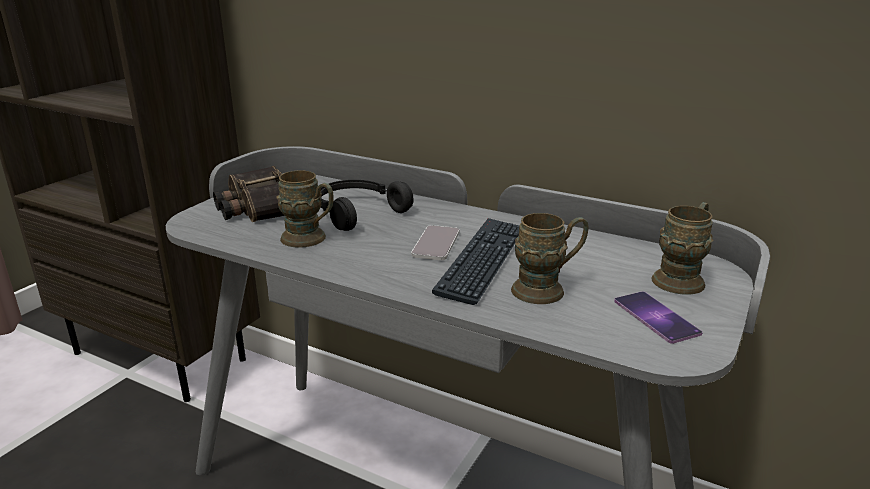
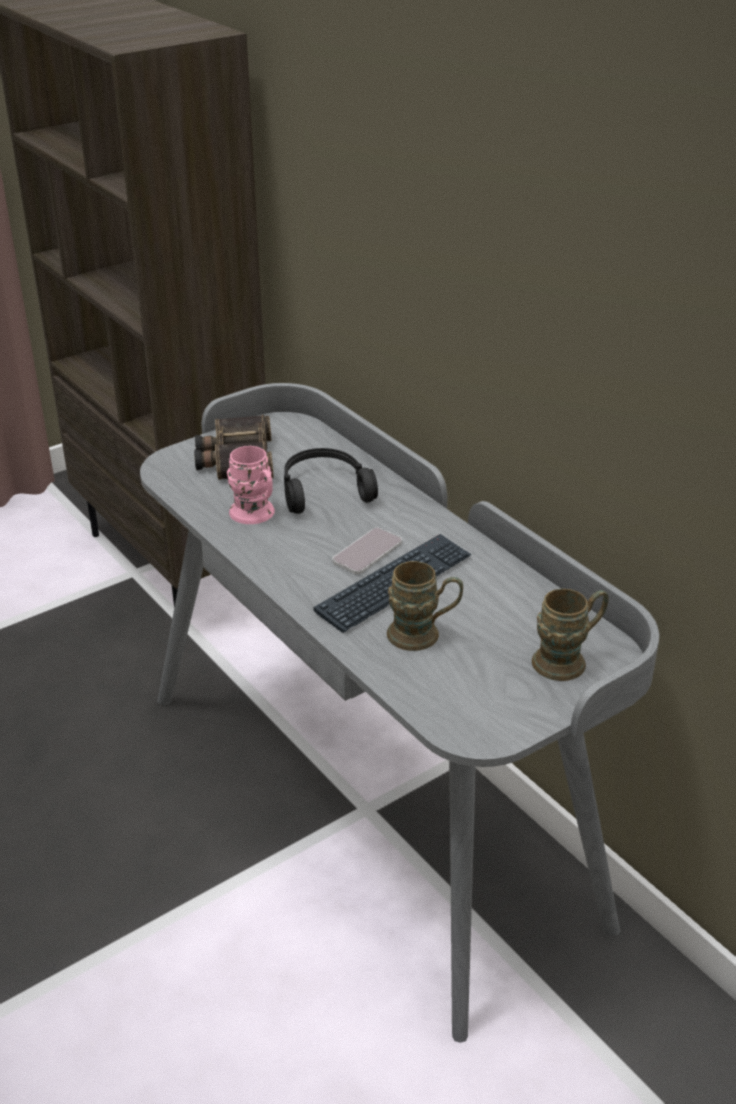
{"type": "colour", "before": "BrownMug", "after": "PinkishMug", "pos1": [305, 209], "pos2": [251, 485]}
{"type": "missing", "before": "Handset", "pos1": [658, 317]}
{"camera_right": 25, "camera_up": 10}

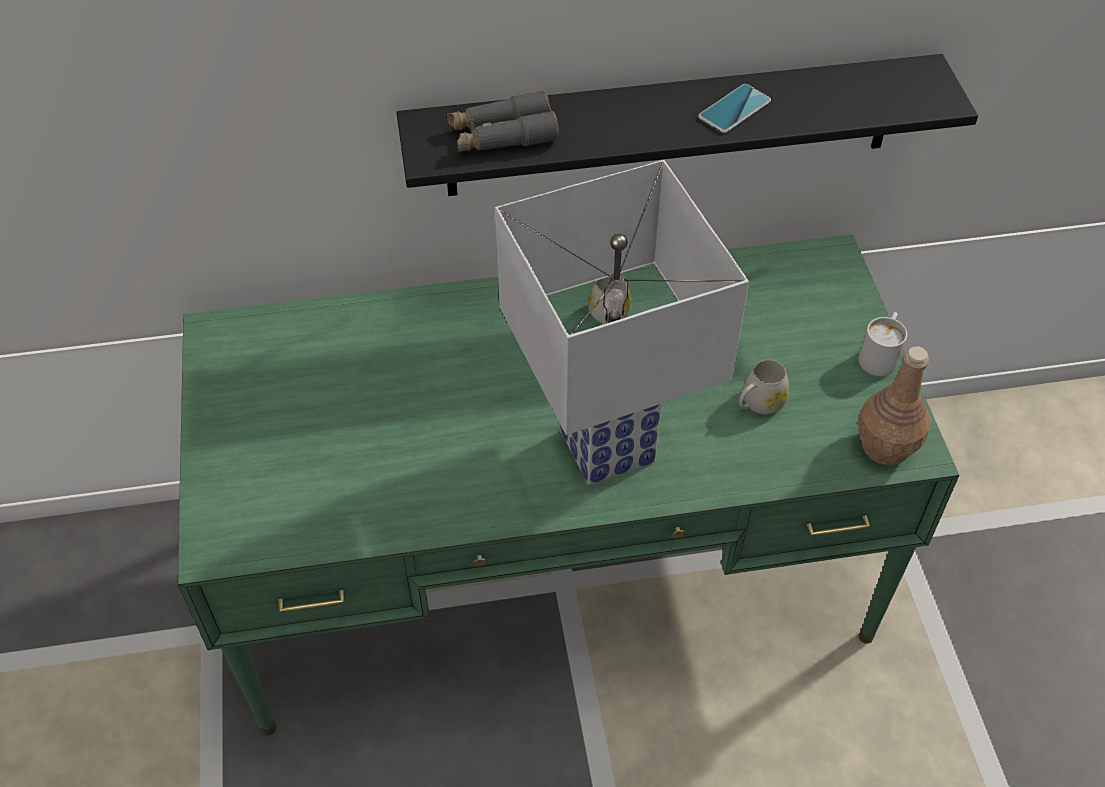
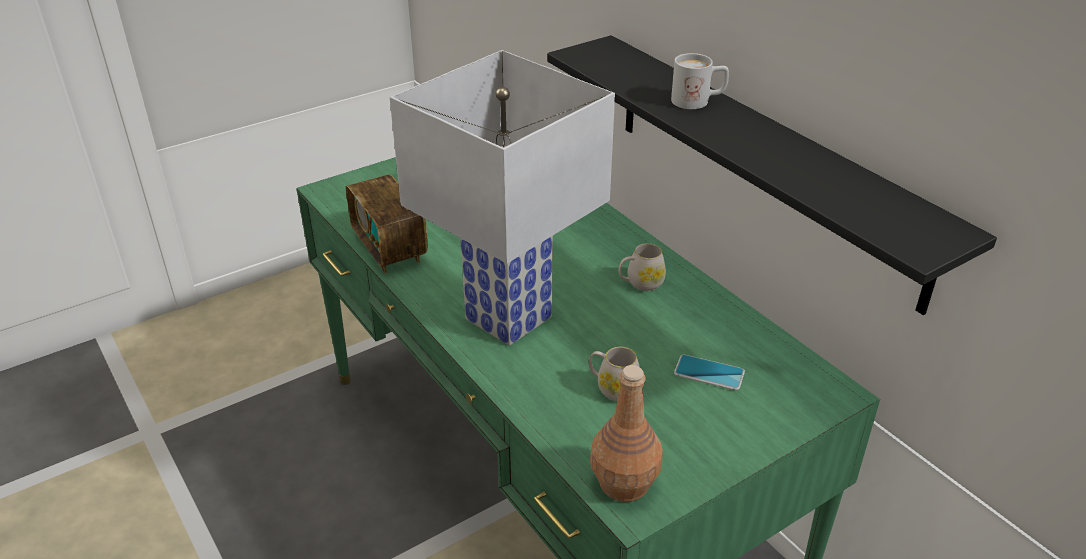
{"type": "missing", "before": "GreyishFieldGlasses", "pos1": [503, 121]}
{"type": "relocated", "before": "Handset", "pos1": [734, 108], "pos2": [709, 372]}
{"type": "relocated", "before": "WhitishMug", "pos1": [883, 344], "pos2": [700, 81]}
{"type": "appeared", "after": "RadioReceiver", "pos2": [387, 224]}
{"camera_right": 65, "camera_up": -15}

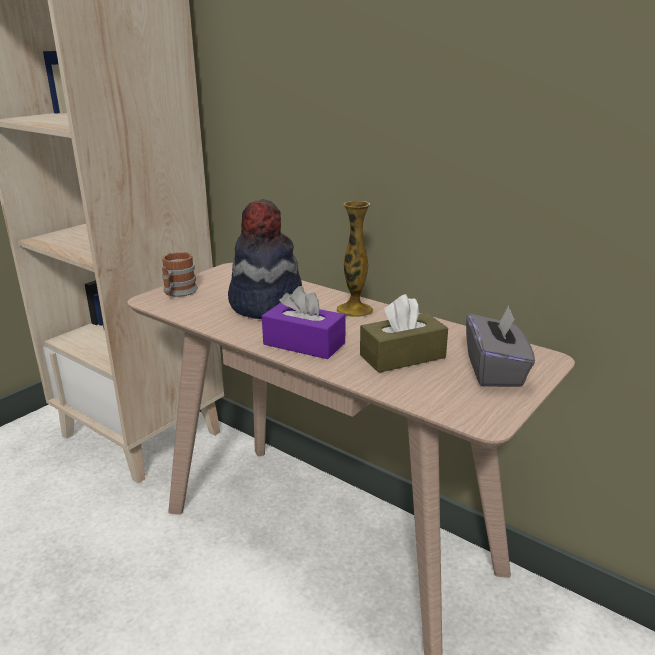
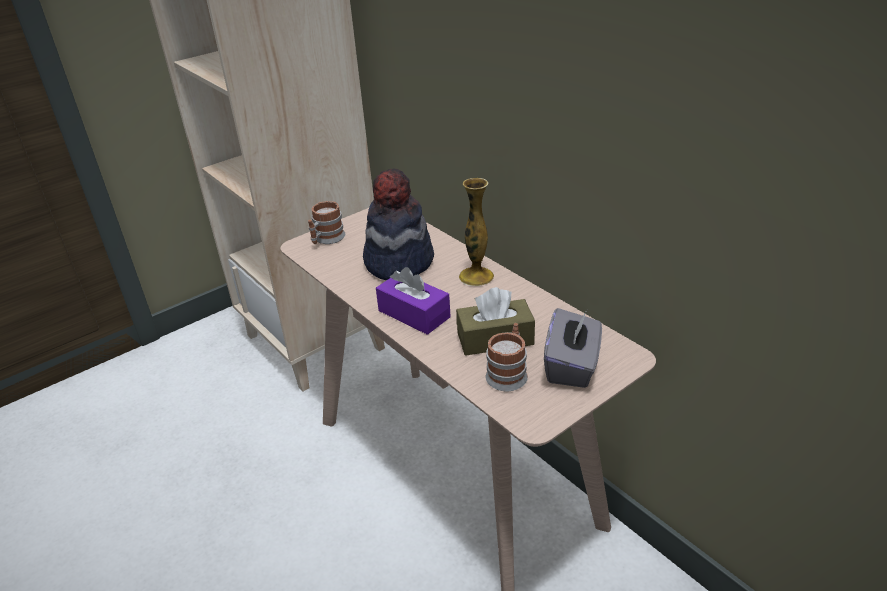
{"type": "appeared", "after": "Mug", "pos2": [507, 357]}
{"camera_right": 15, "camera_up": 10}

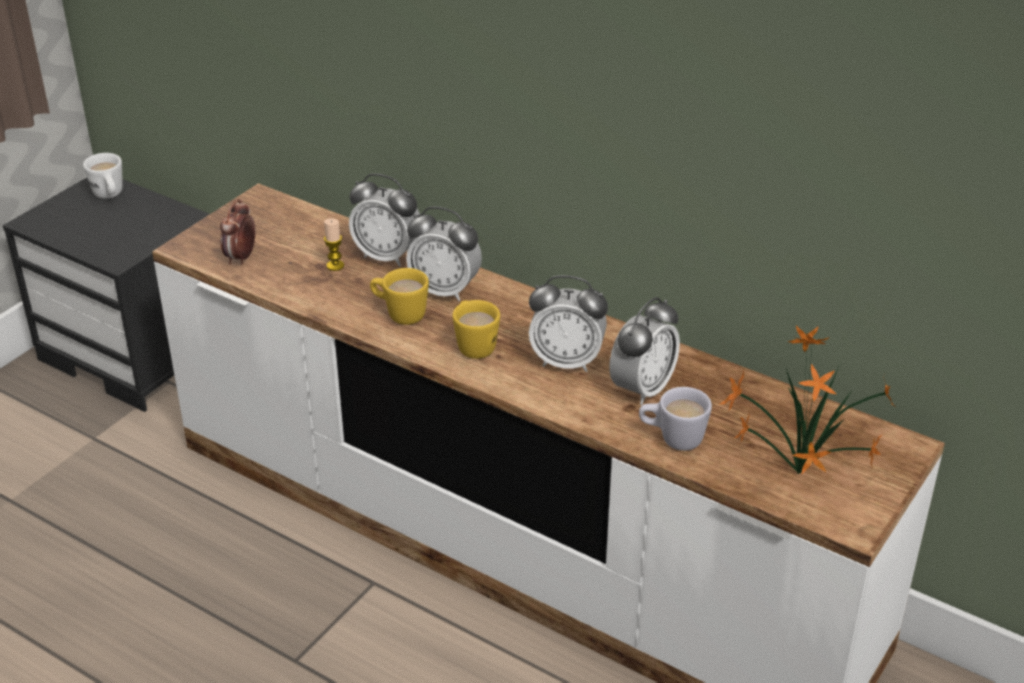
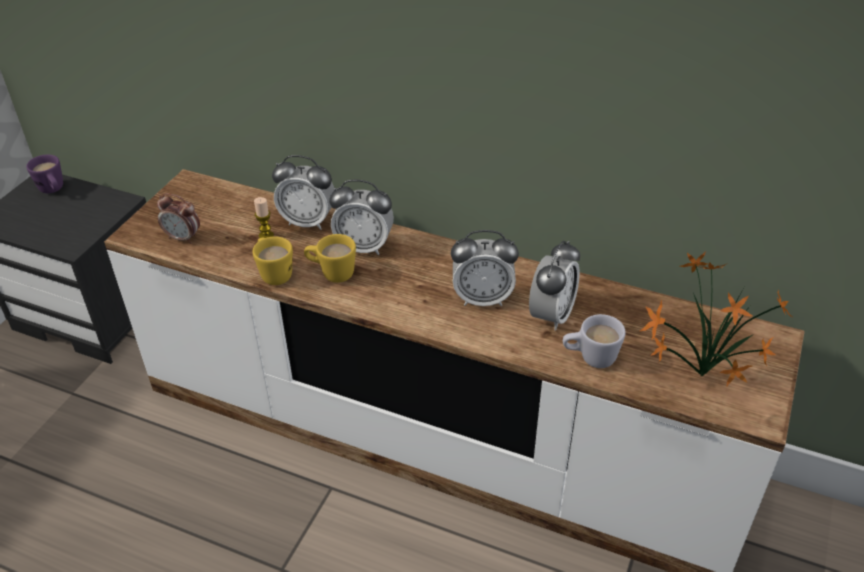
{"type": "colour", "before": "WhitishMug", "after": "PurplishMug", "pos1": [103, 176], "pos2": [44, 174]}
{"type": "spun", "before": "AlarmClock", "pos1": [238, 231], "pos2": [178, 218], "turn": -75}
{"type": "relocated", "before": "YellowColouredMug", "pos1": [476, 329], "pos2": [273, 260]}
{"camera_right": -10, "camera_up": 5}

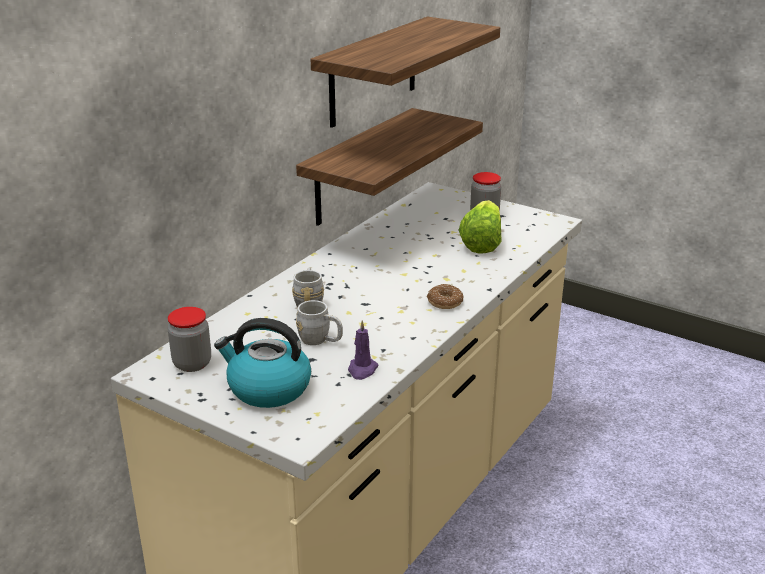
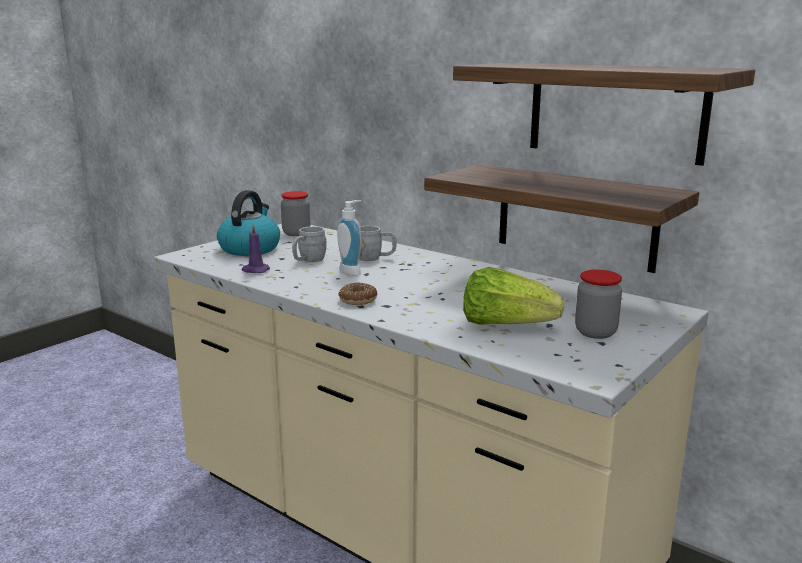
{"type": "appeared", "after": "SoapBottle", "pos2": [349, 238]}
{"camera_right": 95, "camera_up": -10}

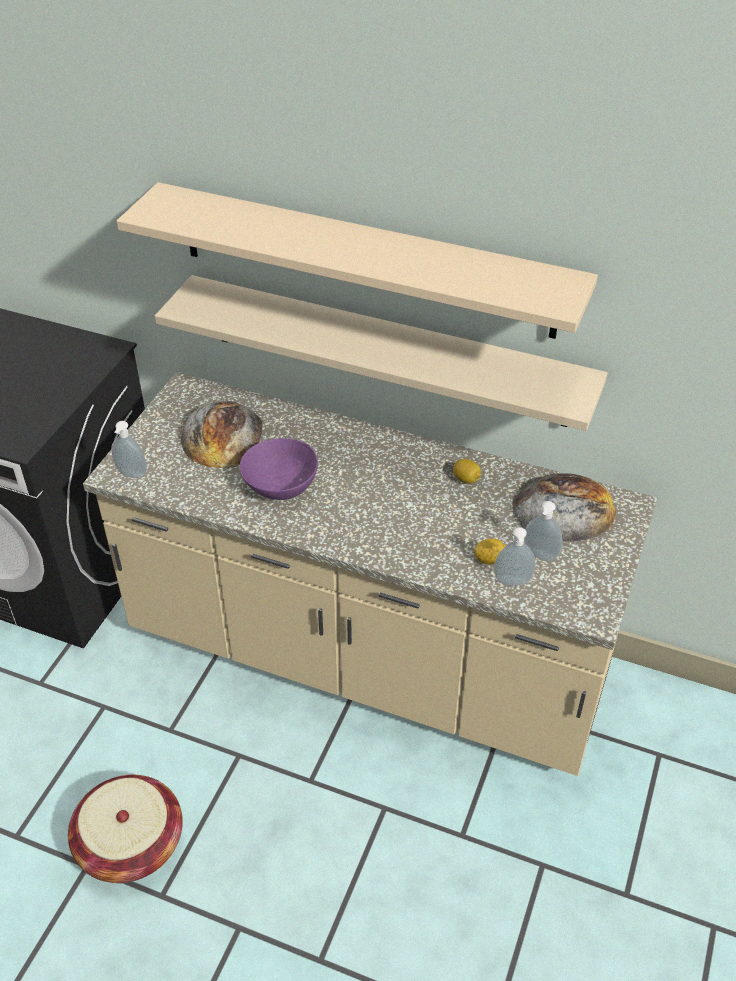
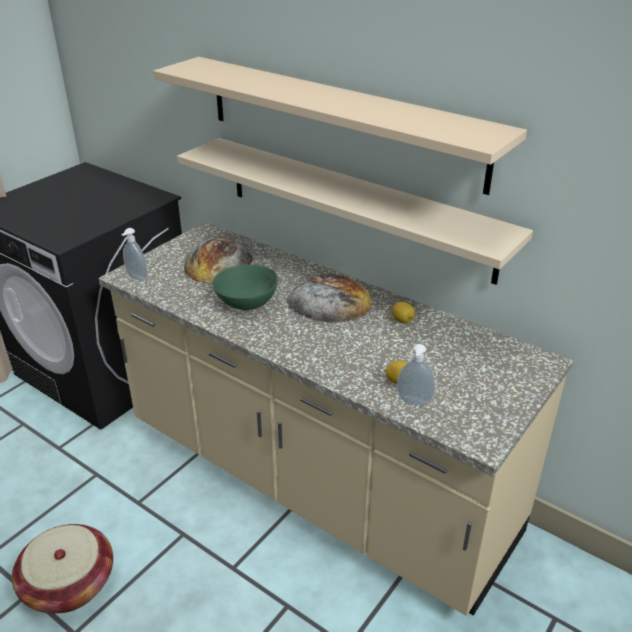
{"type": "colour", "before": "PurplishServingBowl", "after": "GreenColouredServingBowl", "pos1": [279, 469], "pos2": [245, 287]}
{"type": "relocated", "before": "BakeryBread", "pos1": [564, 507], "pos2": [330, 298]}
{"type": "missing", "before": "SoapBottle", "pos1": [543, 531]}
{"camera_right": 15, "camera_up": -10}

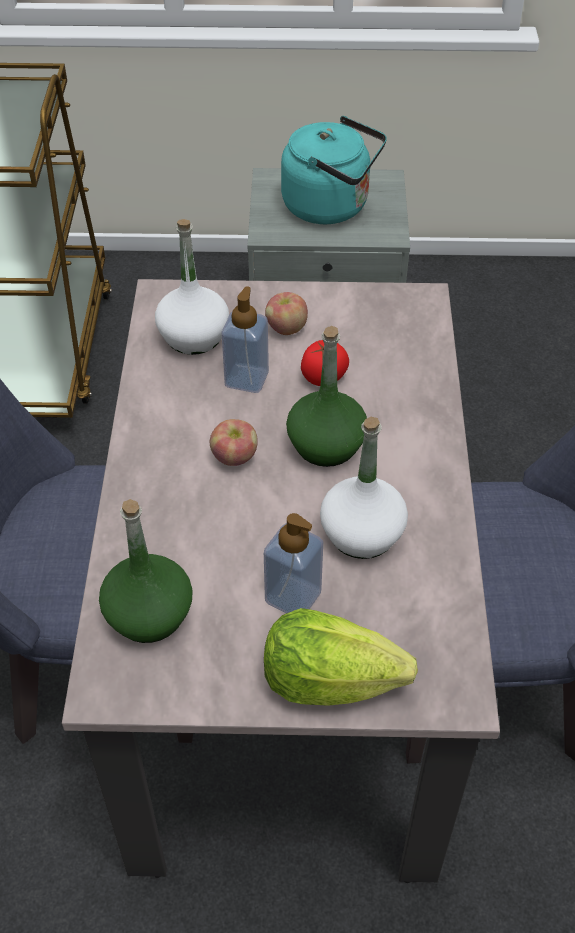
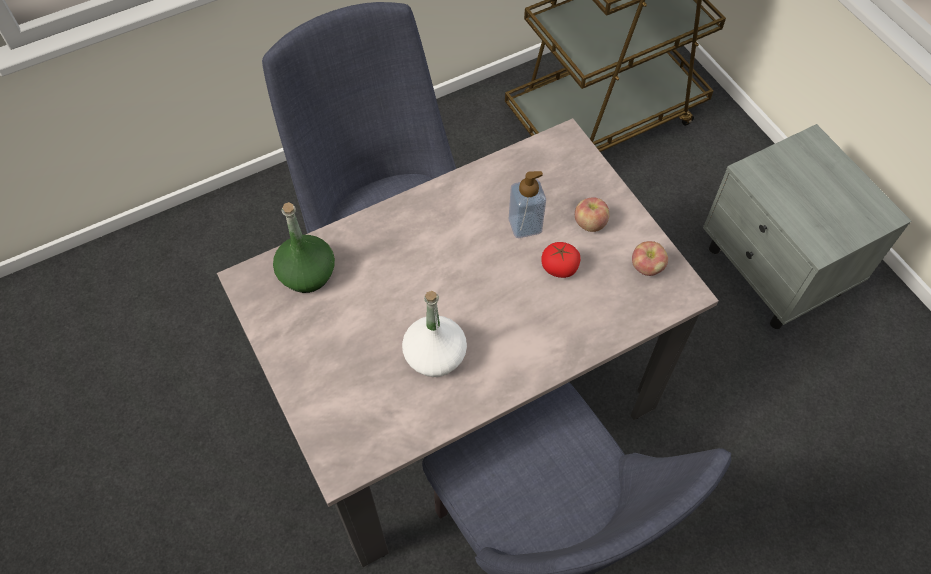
{"type": "missing", "before": "WhitishDrinkBottle", "pos1": [192, 287]}
{"type": "relocated", "before": "WholeApple", "pos1": [234, 442], "pos2": [650, 258]}
{"type": "missing", "before": "SoapBottle", "pos1": [293, 563]}
{"type": "missing", "before": "HeadOfLettuce", "pos1": [341, 657]}
{"type": "missing", "before": "TurquoiseColouredWaterKettle", "pos1": [334, 170]}
{"type": "missing", "before": "GreenColouredDrinkBottle", "pos1": [326, 396]}
{"camera_right": 60, "camera_up": 10}

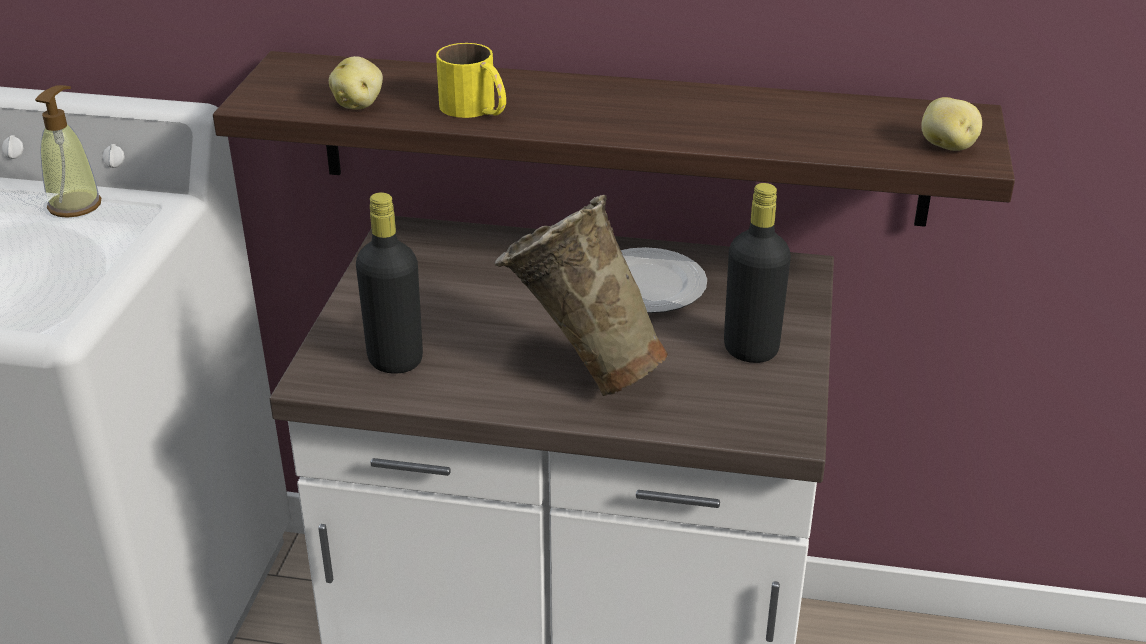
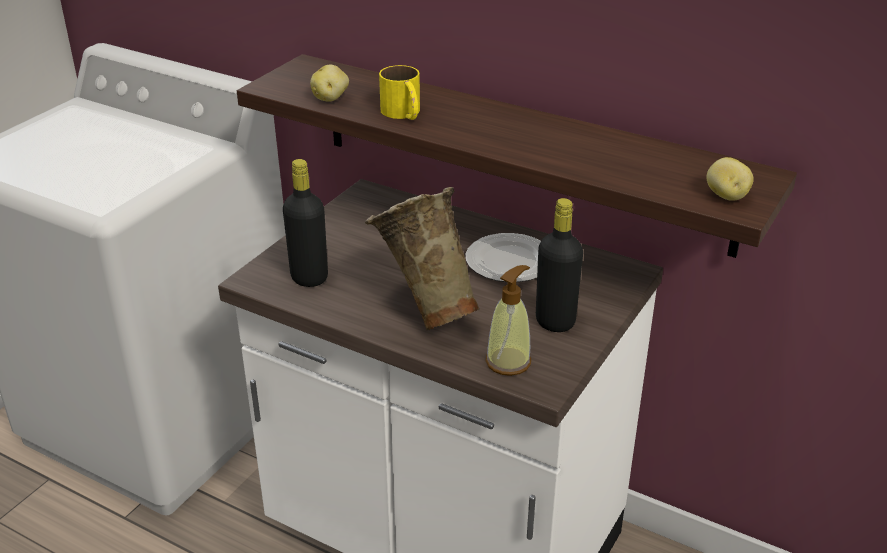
{"type": "relocated", "before": "SoapBottle", "pos1": [68, 151], "pos2": [508, 320]}
{"camera_right": 20, "camera_up": 0}

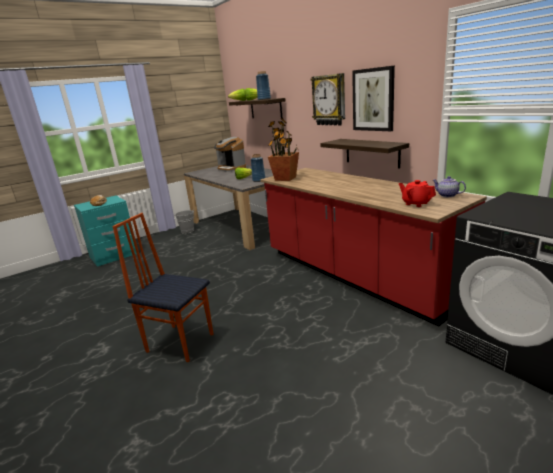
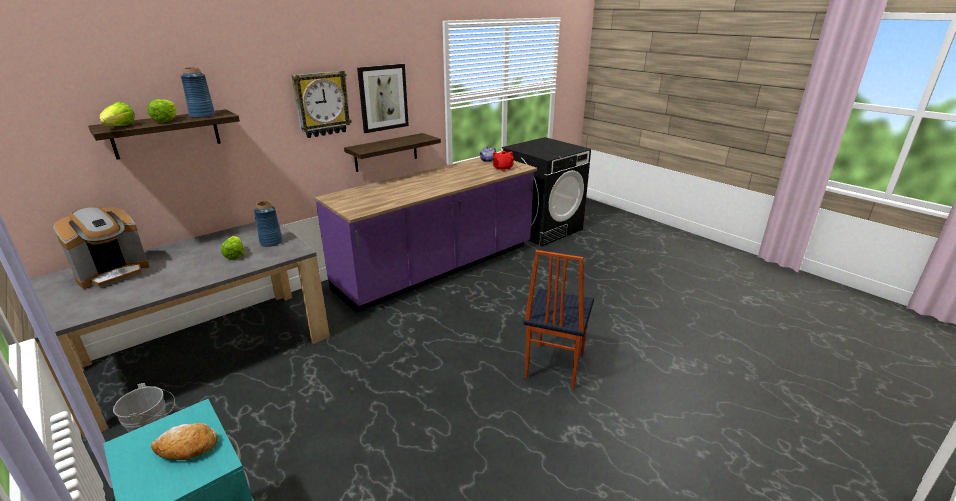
{"type": "colour", "before": "ReddishKitchenCounter", "after": "PurplishKitchenCounter", "pos1": [373, 247], "pos2": [425, 235]}
{"type": "missing", "before": "Houseplant", "pos1": [283, 149]}
{"camera_right": -95, "camera_up": 5}

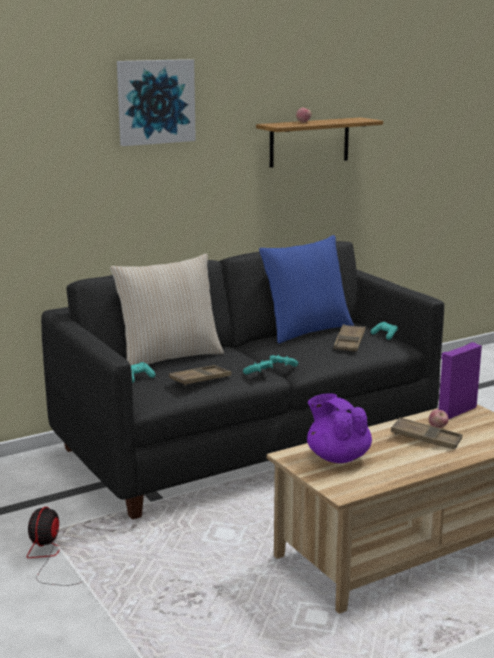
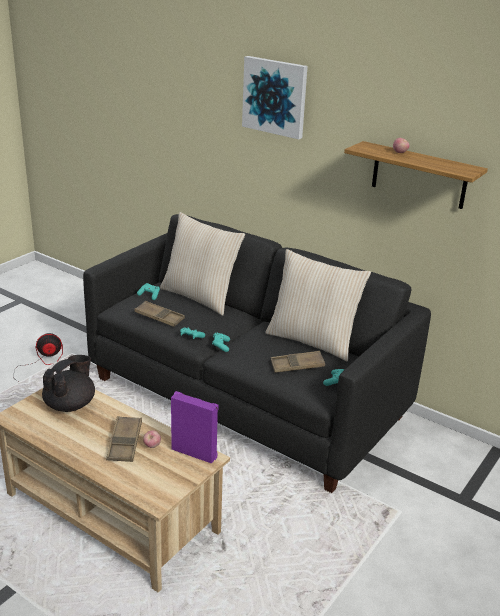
{"type": "colour", "before": "BlueColouredCushion", "after": "BeigeColouredCushion", "pos1": [306, 289], "pos2": [318, 305]}
{"type": "colour", "before": "PurplishTeapot", "after": "BlackishTeapot", "pos1": [339, 428], "pos2": [68, 383]}
{"camera_right": 65, "camera_up": 10}

